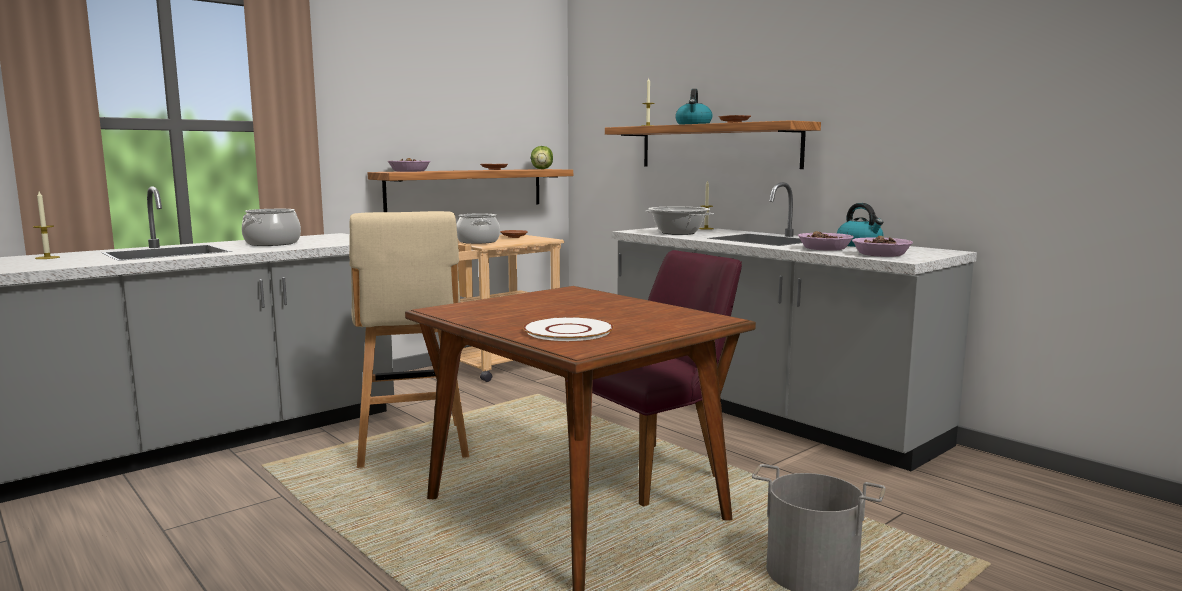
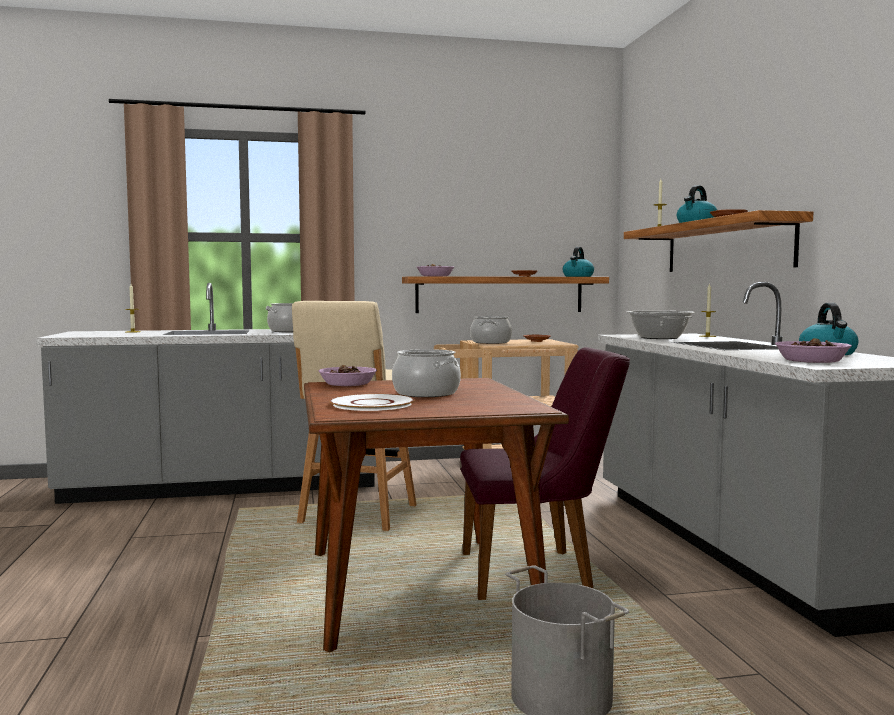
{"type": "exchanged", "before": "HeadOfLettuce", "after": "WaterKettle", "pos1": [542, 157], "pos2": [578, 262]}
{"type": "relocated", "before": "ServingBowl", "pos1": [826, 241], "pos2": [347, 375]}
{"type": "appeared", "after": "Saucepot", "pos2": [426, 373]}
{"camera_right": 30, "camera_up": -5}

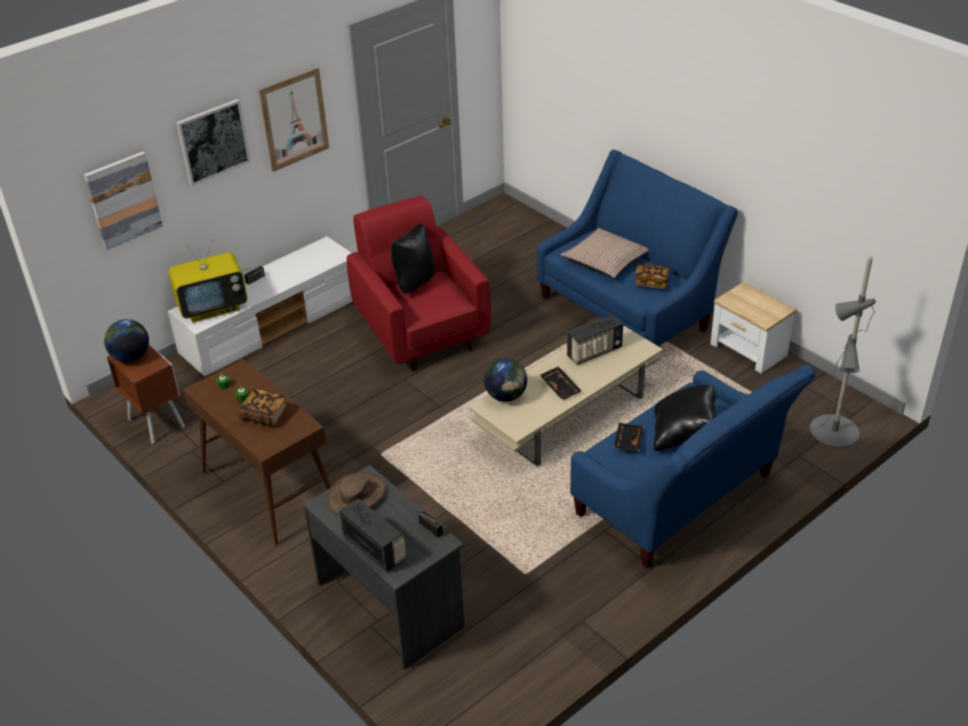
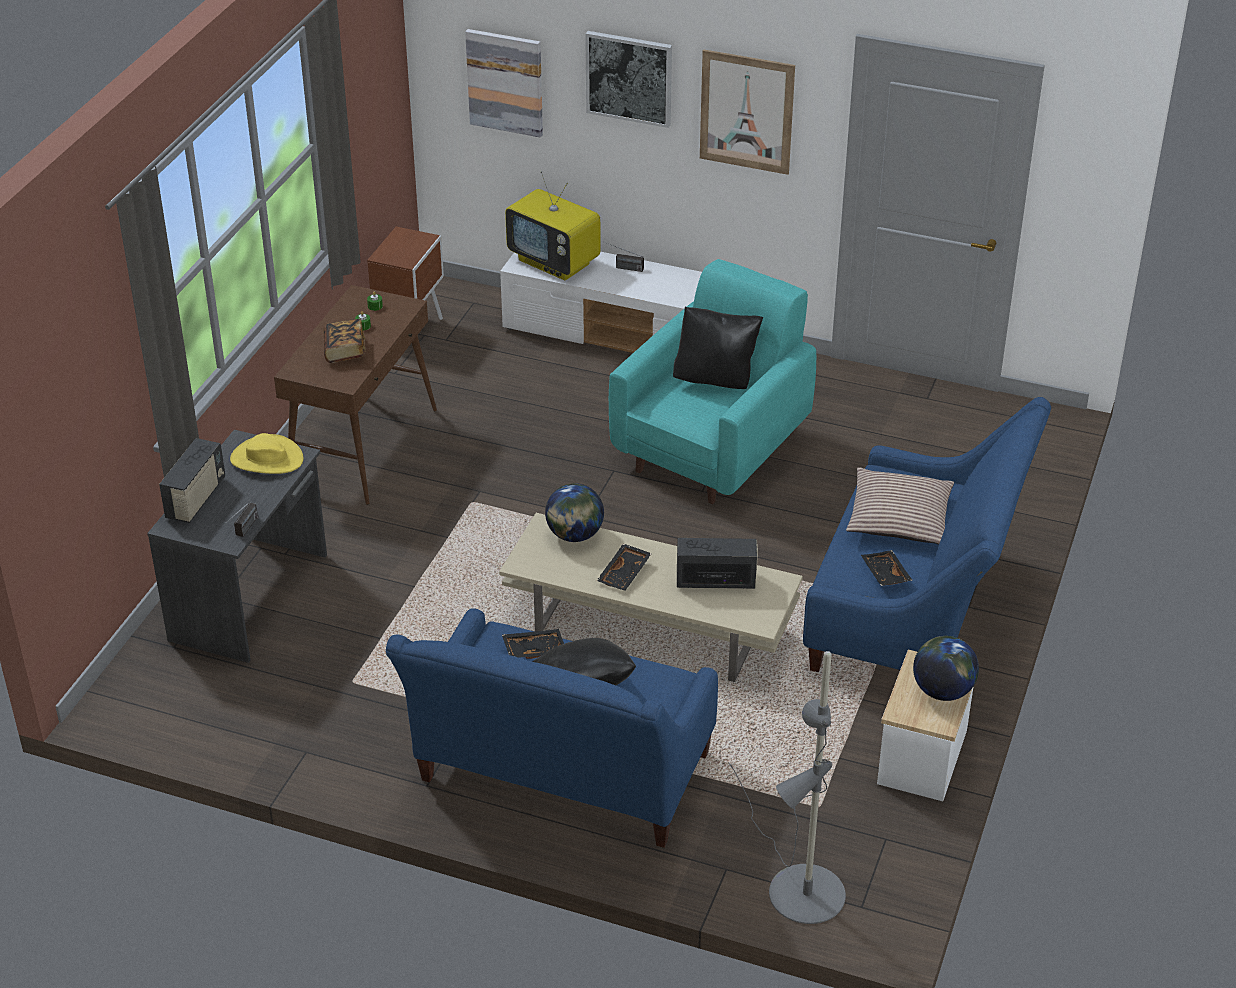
{"type": "relocated", "before": "Globe", "pos1": [126, 340], "pos2": [946, 668]}
{"type": "colour", "before": "BrownWearableHat", "after": "YellowColouredWearableHat", "pos1": [356, 494], "pos2": [266, 453]}
{"type": "colour", "before": "ReddishLoungeChair", "after": "TurquoiseColouredLoungeChair", "pos1": [419, 283], "pos2": [712, 381]}
{"type": "spun", "before": "RadioReceiver", "pos1": [595, 340], "pos2": [717, 563], "turn": 150}
{"type": "exchanged", "before": "BoundBook", "after": "BlackishCarryingTray", "pos1": [652, 276], "pos2": [887, 568]}
{"camera_right": 60, "camera_up": 0}

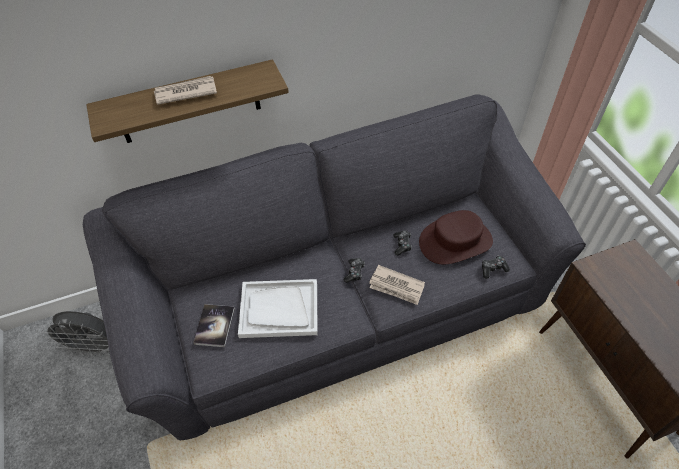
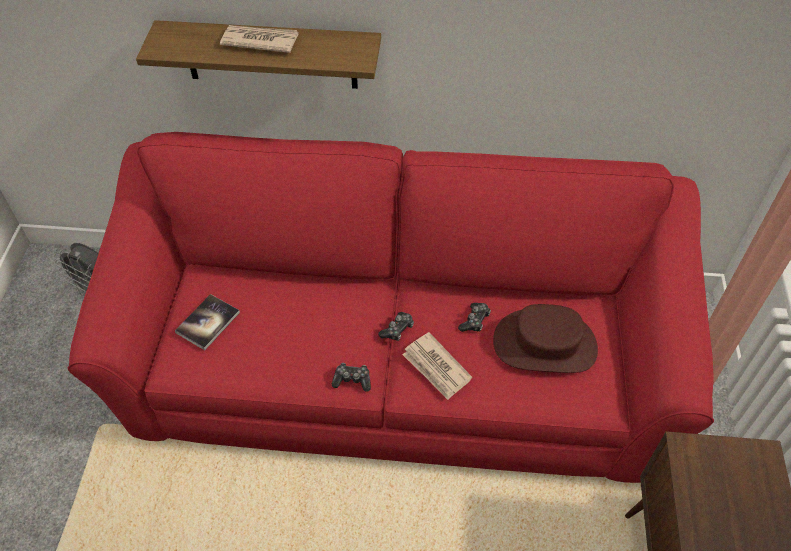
{"type": "colour", "before": "GreyishCouch", "after": "ReddishCouch", "pos1": [334, 267], "pos2": [391, 307]}
{"type": "missing", "before": "WhitishCarryingTray", "pos1": [278, 308]}
{"type": "relocated", "before": "GameController", "pos1": [496, 267], "pos2": [351, 377]}
{"camera_right": 25, "camera_up": 0}

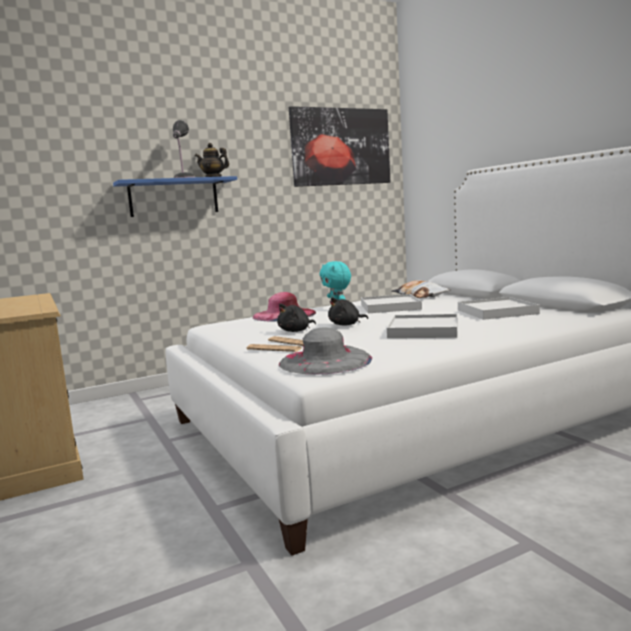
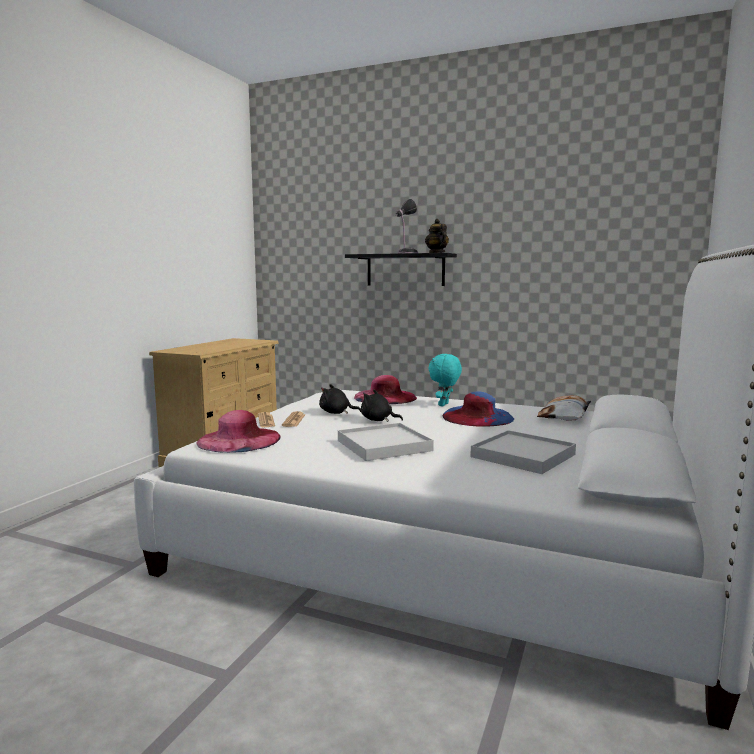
{"type": "colour", "before": "BlueColouredBracketShelf", "after": "BlackishBracketShelf", "pos1": [175, 196], "pos2": [401, 269]}
{"type": "colour", "before": "GreyishWearableHat", "after": "PinkishWearableHat", "pos1": [325, 350], "pos2": [238, 431]}
{"type": "missing", "before": "WallArt", "pos1": [339, 146]}
{"type": "exchanged", "before": "WhitishCarryingTray", "after": "BlueColouredWearableHat", "pos1": [391, 303], "pos2": [478, 409]}
{"camera_right": 50, "camera_up": 0}

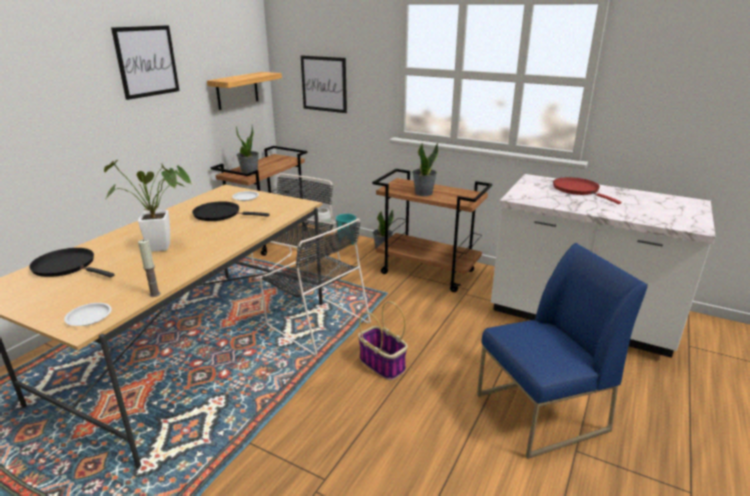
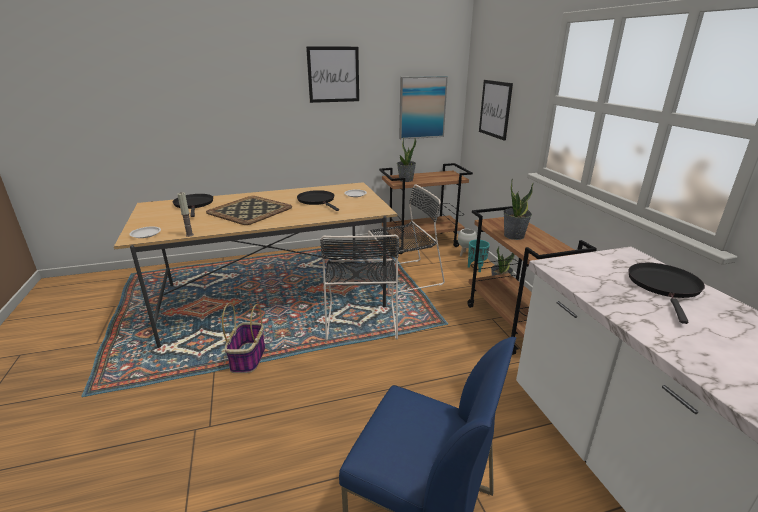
{"type": "exchanged", "before": "Houseplant", "after": "CarryingTray", "pos1": [147, 206], "pos2": [249, 210]}
{"type": "exchanged", "before": "BracketShelf", "after": "WallArt", "pos1": [244, 91], "pos2": [423, 107]}
{"type": "relocated", "before": "HouseholdBasket", "pos1": [383, 340], "pos2": [243, 338]}
{"type": "colour", "before": "ReddishPan", "after": "BlackishPan", "pos1": [587, 190], "pos2": [666, 293]}
{"camera_right": 45, "camera_up": 0}

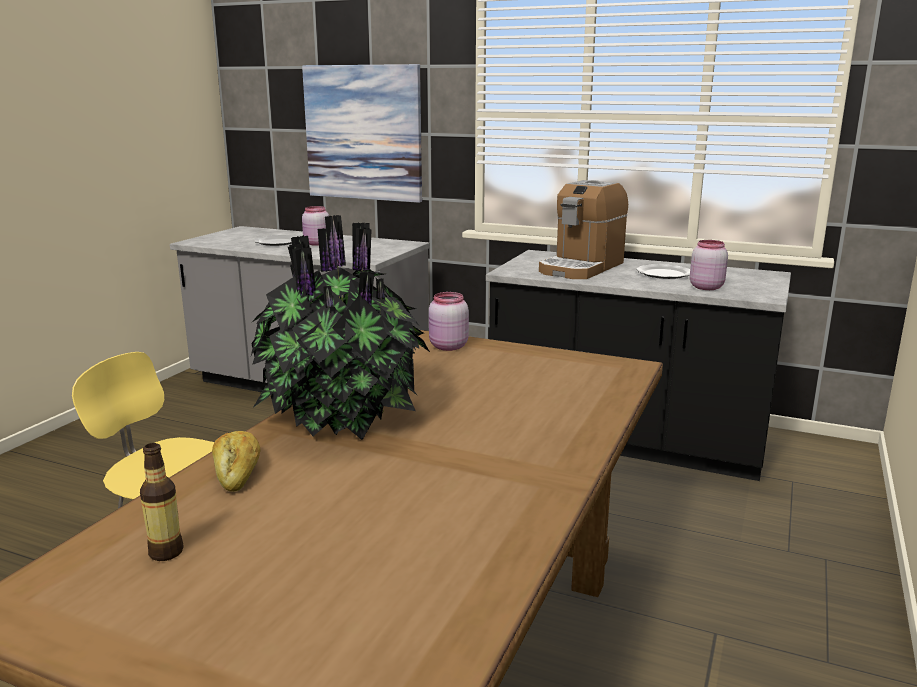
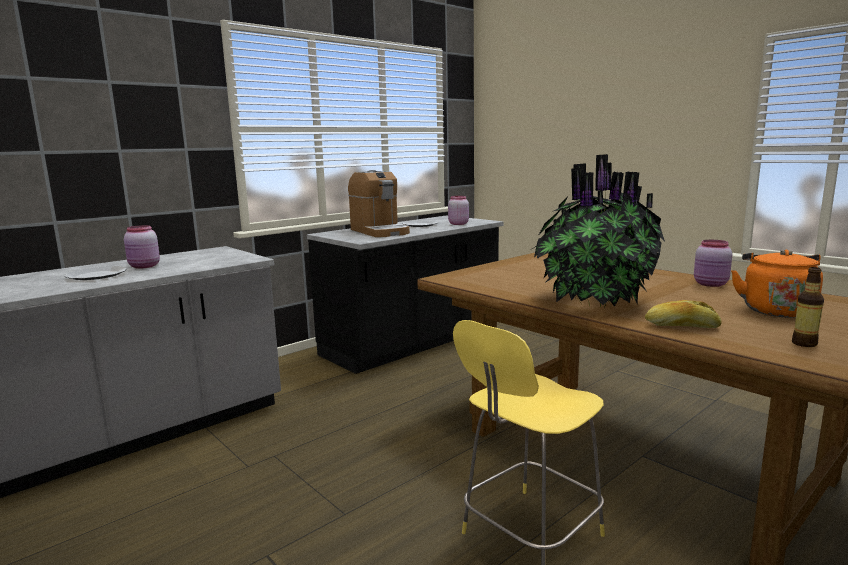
{"type": "missing", "before": "WallArt", "pos1": [362, 133]}
{"type": "relocated", "before": "PinkishPreserveJar", "pos1": [449, 321], "pos2": [713, 263]}
{"type": "appeared", "after": "OrangeWaterKettle", "pos2": [777, 284]}
{"camera_right": -65, "camera_up": -5}

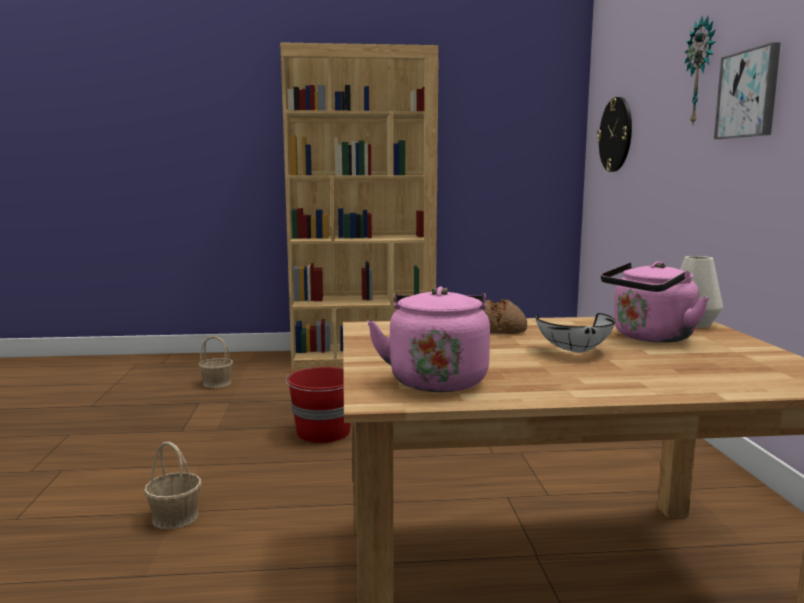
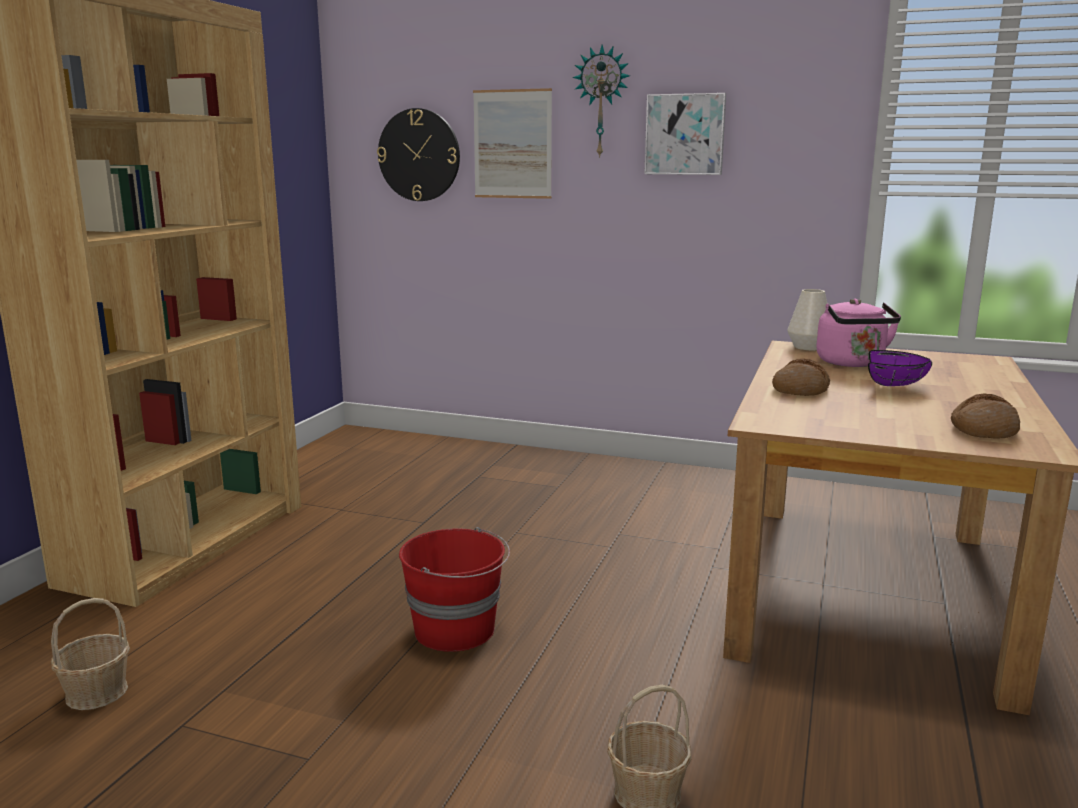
{"type": "exchanged", "before": "PinkishWaterKettle", "after": "BakeryBread", "pos1": [428, 339], "pos2": [985, 415]}
{"type": "colour", "before": "WhitishServingBowl", "after": "PurplishServingBowl", "pos1": [575, 333], "pos2": [900, 368]}
{"type": "appeared", "after": "WallArt", "pos2": [512, 143]}
{"camera_right": -65, "camera_up": 5}

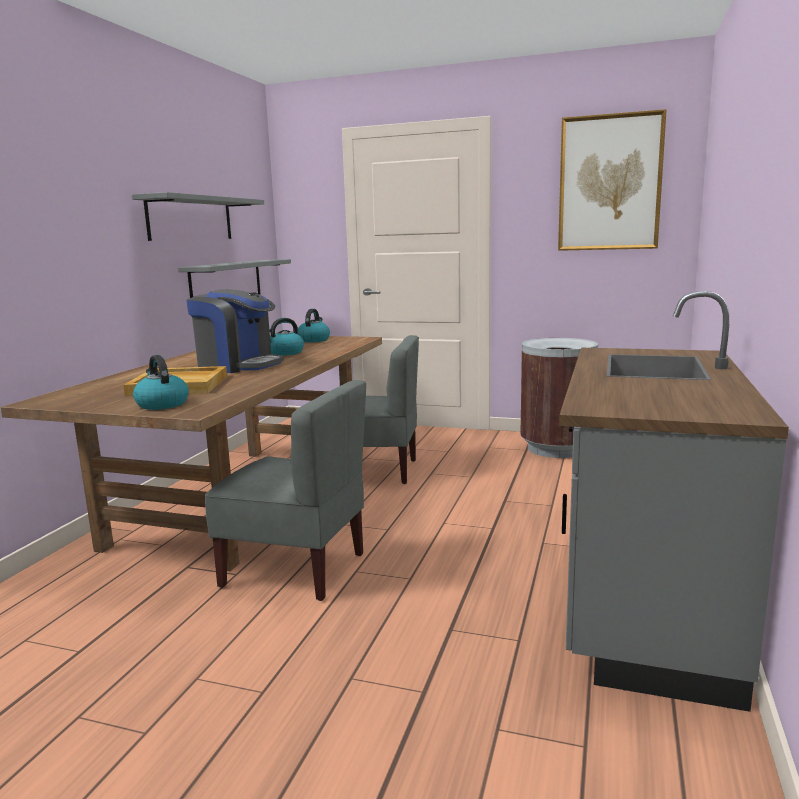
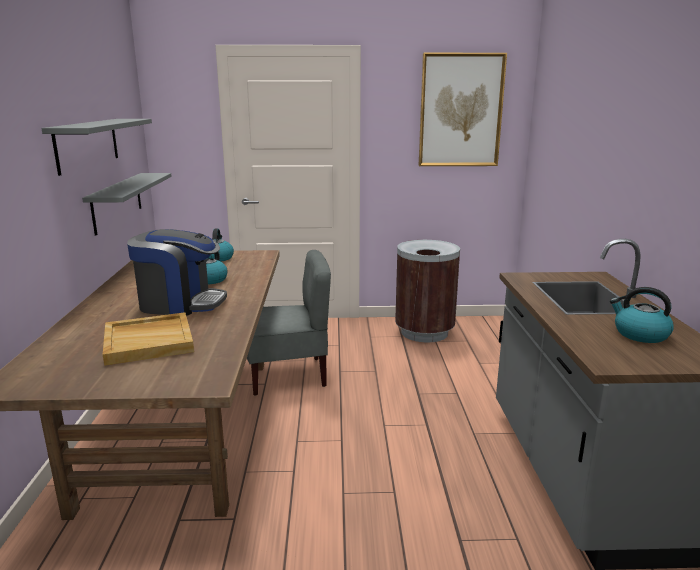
{"type": "relocated", "before": "WaterKettle", "pos1": [161, 382], "pos2": [642, 315]}
{"type": "missing", "before": "GreyishPlainChair", "pos1": [285, 490]}
{"camera_right": -20, "camera_up": 5}

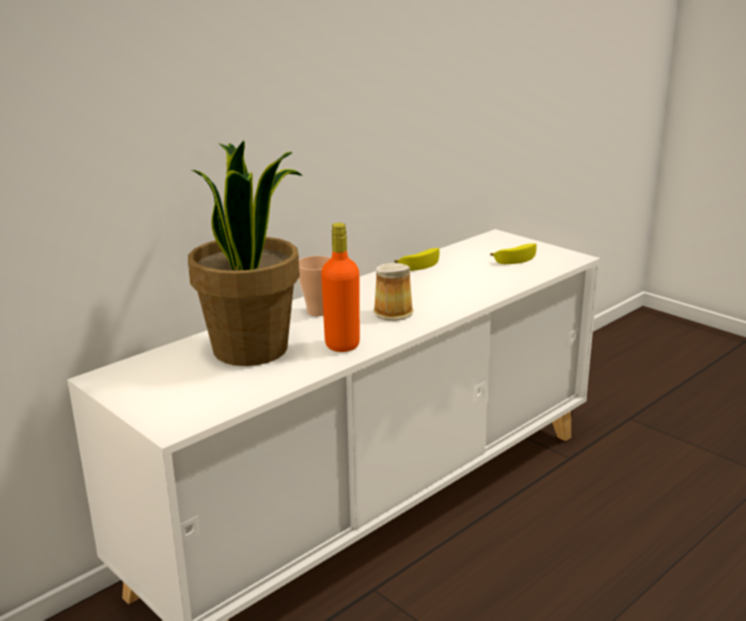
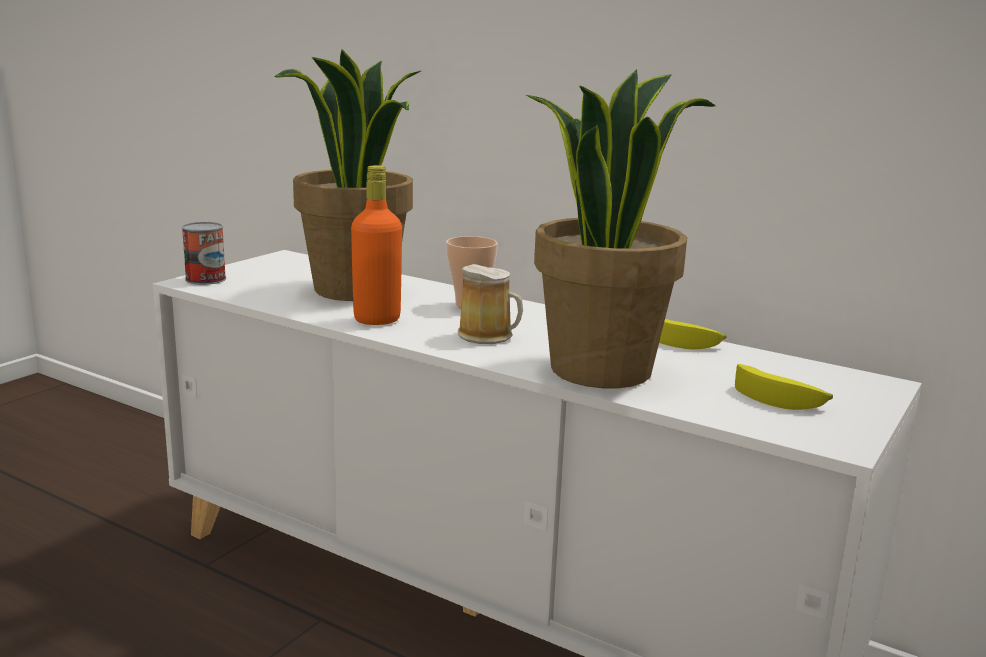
{"type": "appeared", "after": "SealedCan", "pos2": [204, 253]}
{"type": "appeared", "after": "Houseplant", "pos2": [621, 228]}
{"camera_right": 75, "camera_up": -5}

